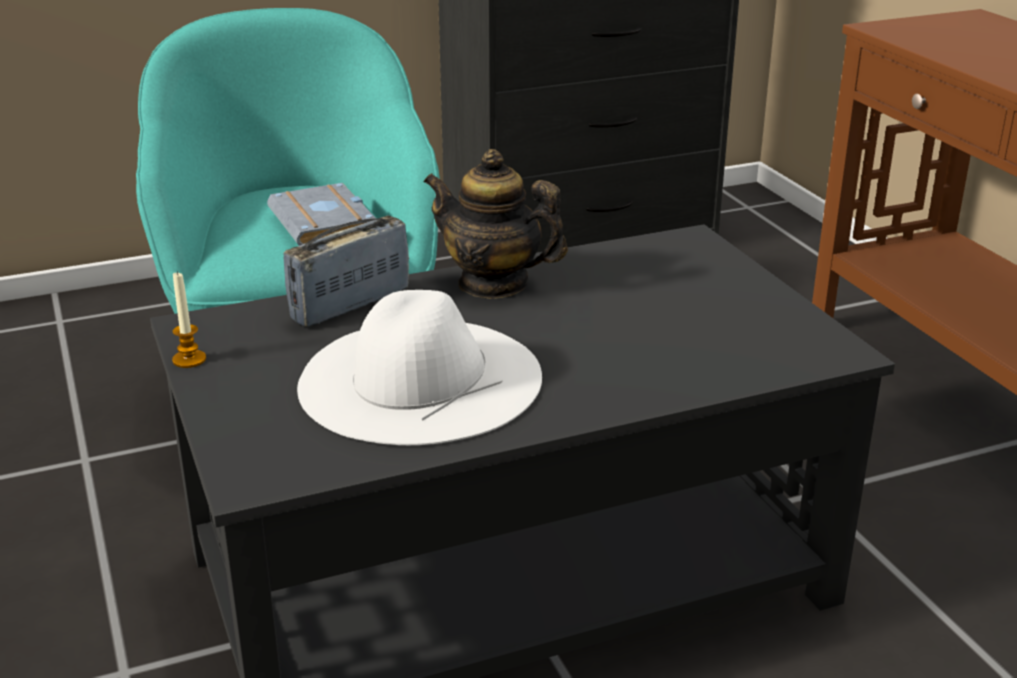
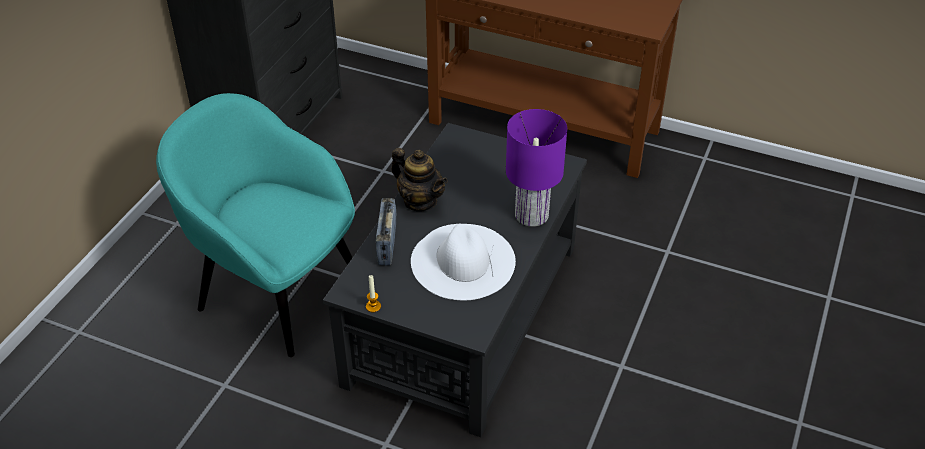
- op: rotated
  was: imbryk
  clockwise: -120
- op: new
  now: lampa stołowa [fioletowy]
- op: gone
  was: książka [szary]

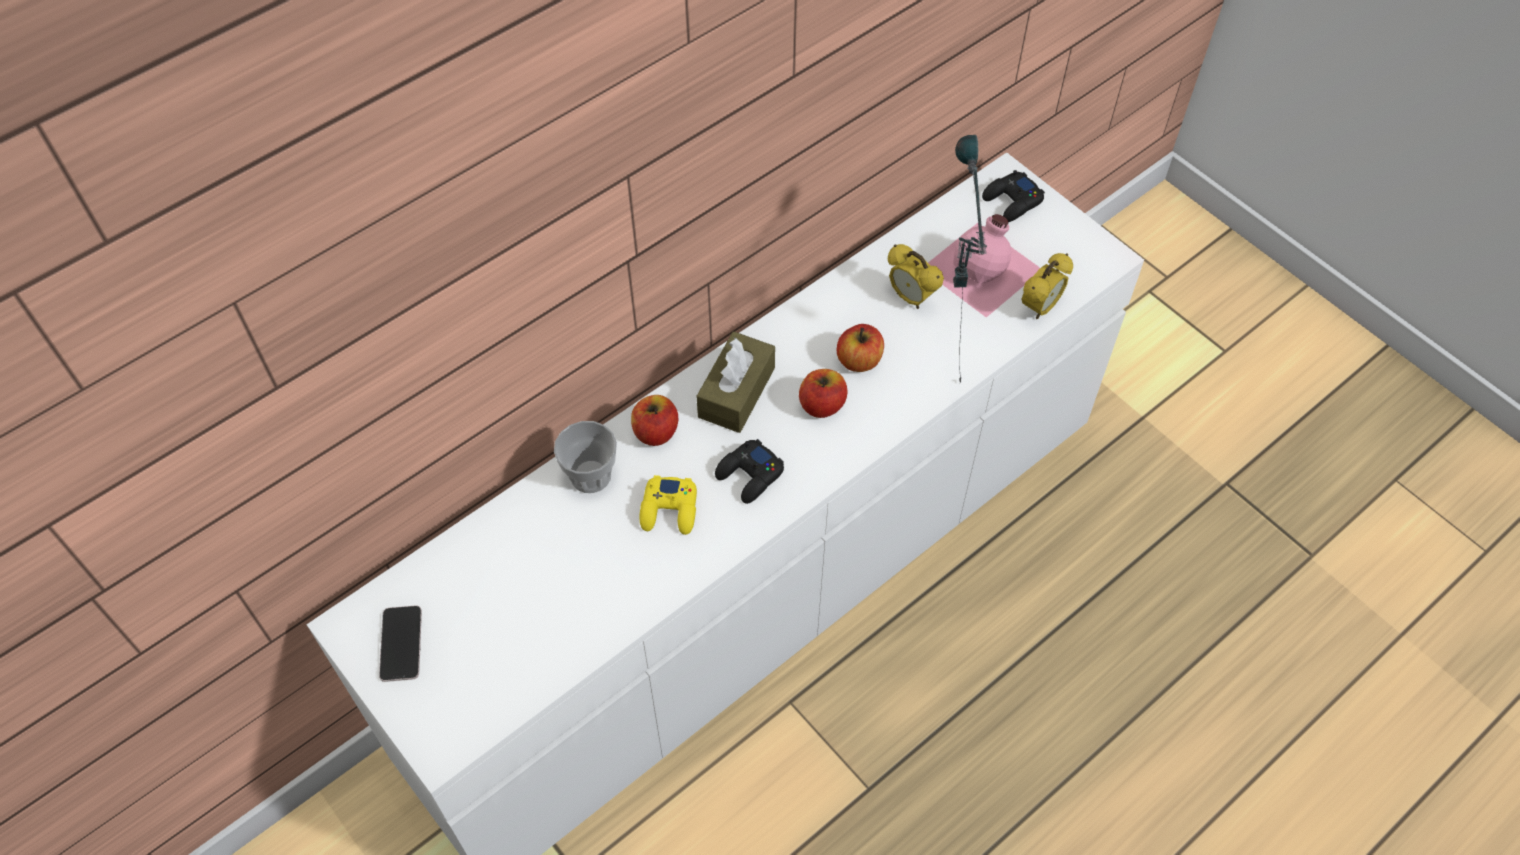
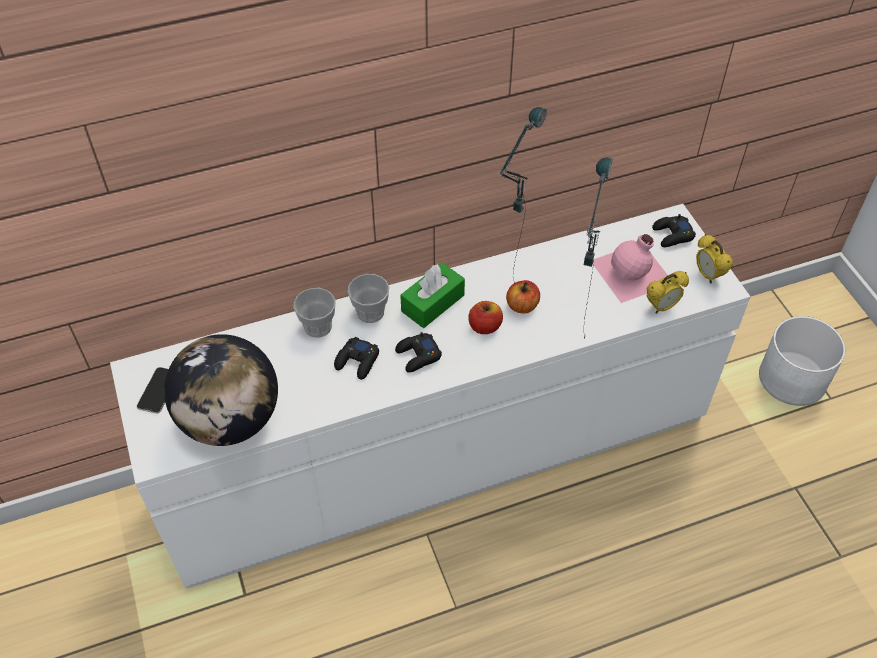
- op: new
  now: globus
- op: repainted
  was: pad do gier [żółty]
  now: pad do gier [czarny] (no. 1 from left)
- op: swapped
  was: jabłko (no. 1 from left)
  now: filiżanka (no. 2 from left)
- op: repainted
  was: pudełko chusteczek [brązowy]
  now: pudełko chusteczek [zielony]
- op: new
  now: lampa stołowa (no. 1 from left)
- op: shifted
  was: budzik (no. 1 from left in the first image)
  now: budzik (no. 2 from left)
- op: new
  now: donica [biały]

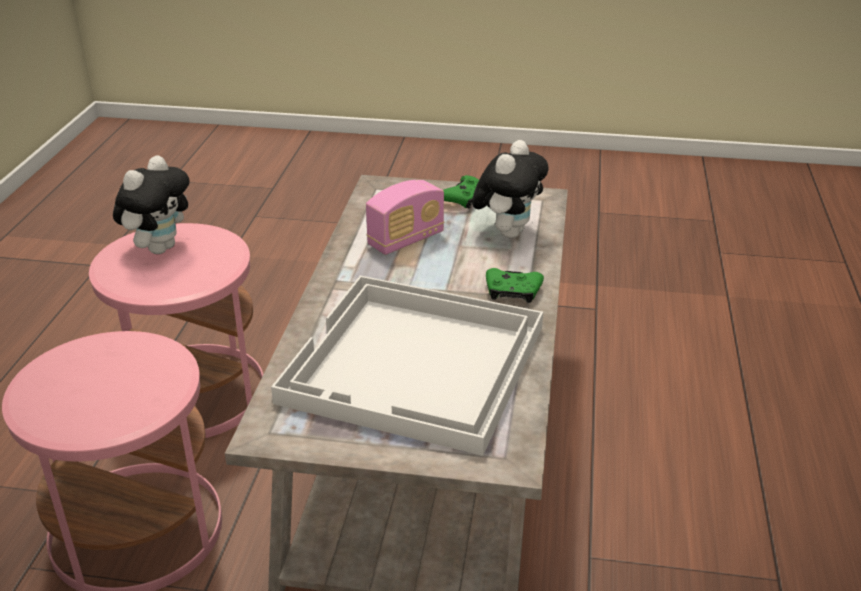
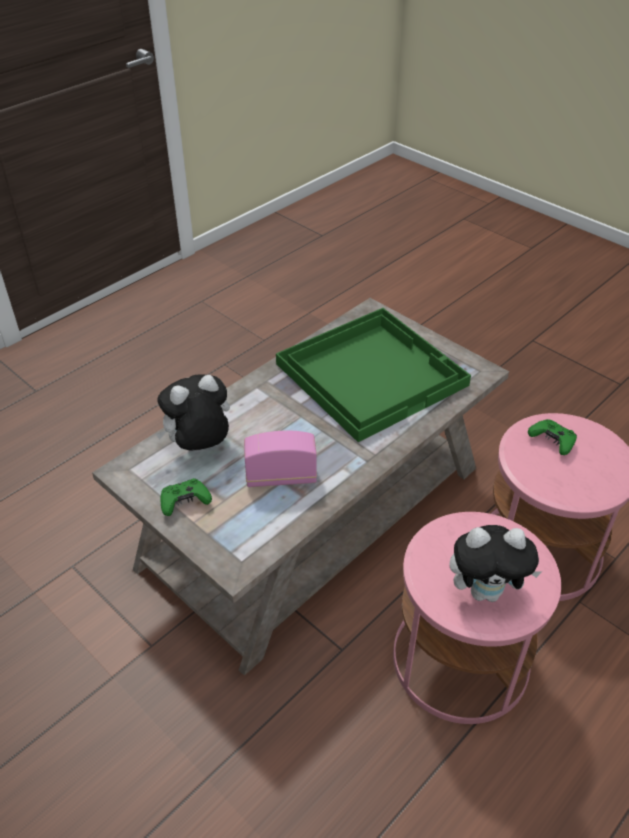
- op: repainted
  was: taca [biały]
  now: taca [zielony]
- op: rotated
  was: pluszak (no. 1 from left in the first image)
  clockwise: -150
- op: shifted
  was: pad do gier [zielony] (no. 2 from left)

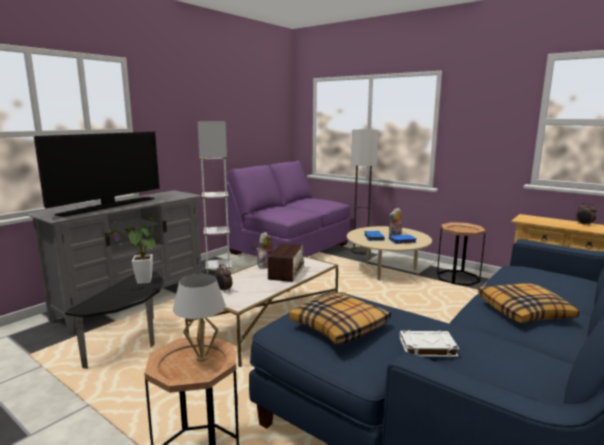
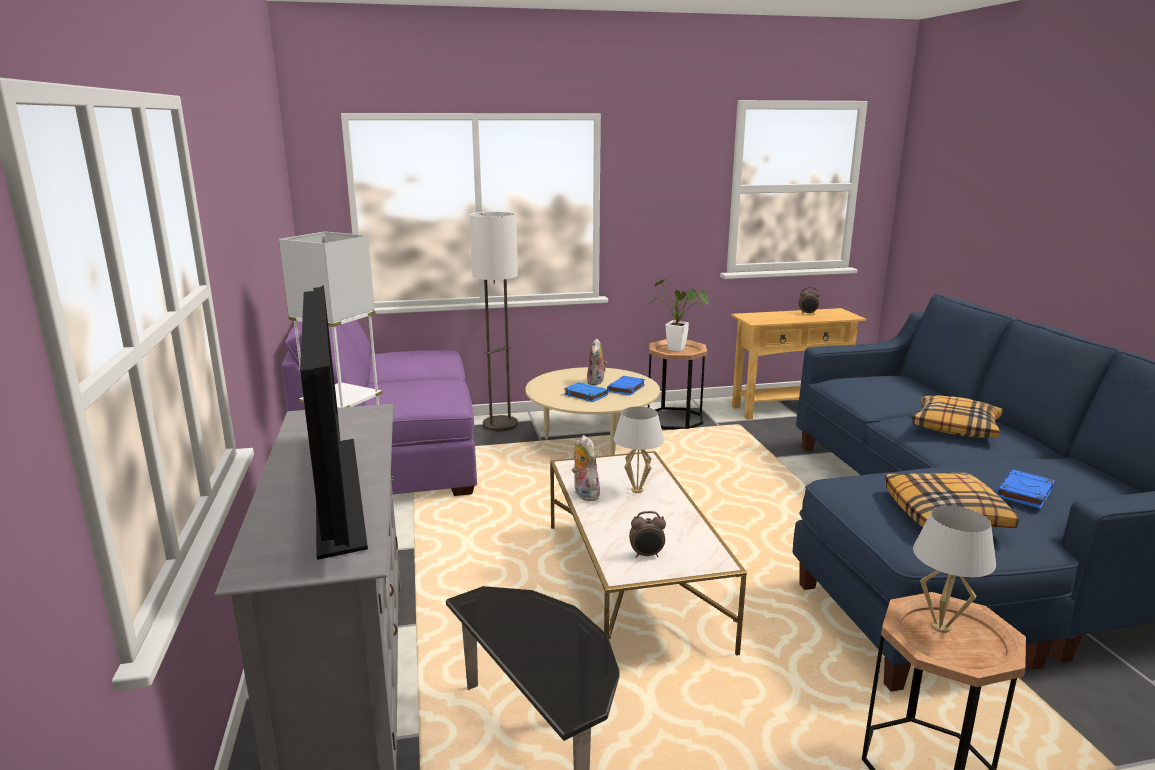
- op: swapped
  was: radio
  now: lampa stołowa [biały] (no. 1 from left)
- op: shifted
  was: roślina doniczkowa
- op: repainted
  was: książka [biały]
  now: książka [niebieski] (no. 3 from left)

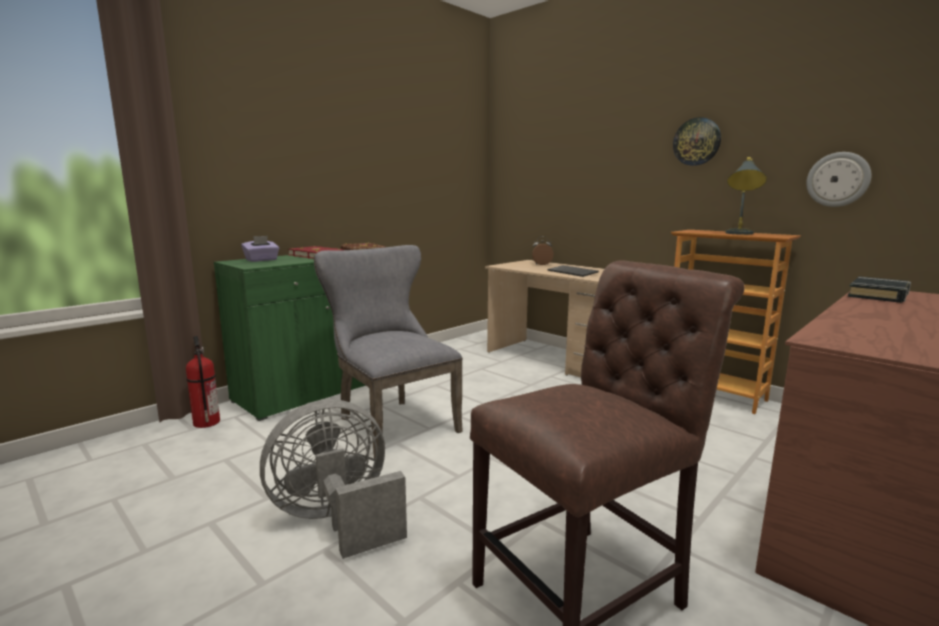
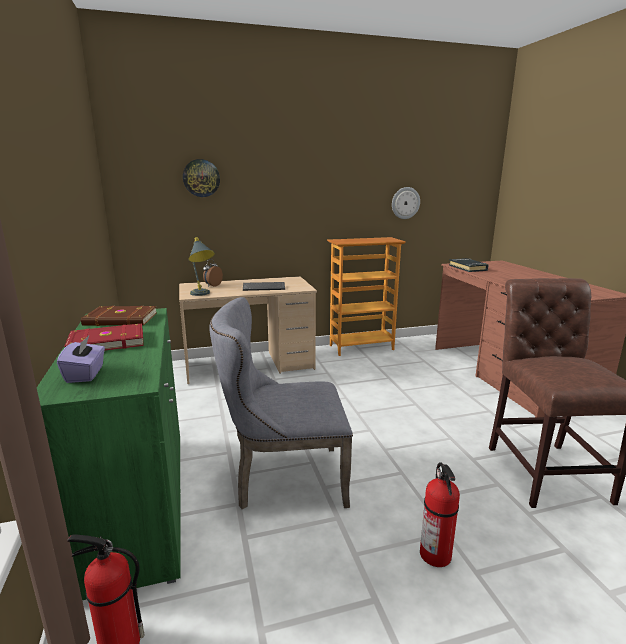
- op: shifted
  was: zegar ścienny (no. 1 from left)
- op: shifted
  was: lampa stołowa [szary]
- op: swapped
  was: wentylator [szary]
  now: gaśnica (no. 2 from left)

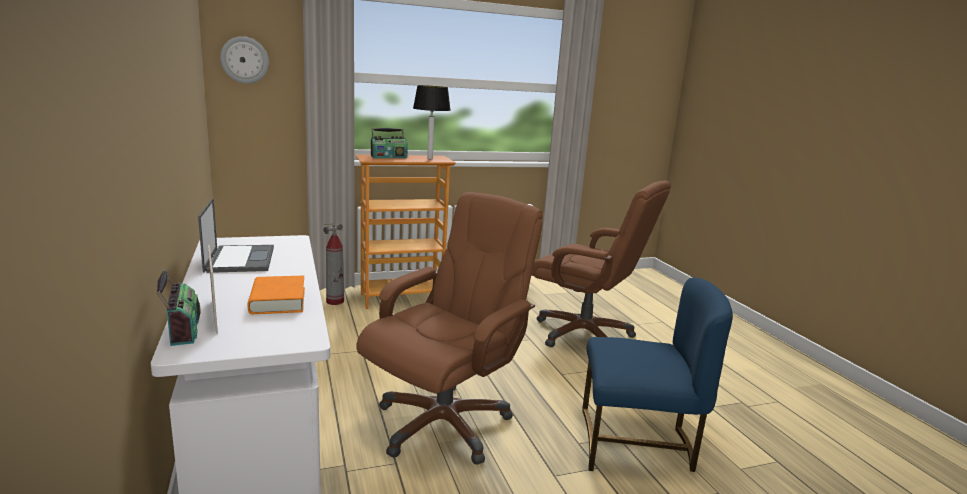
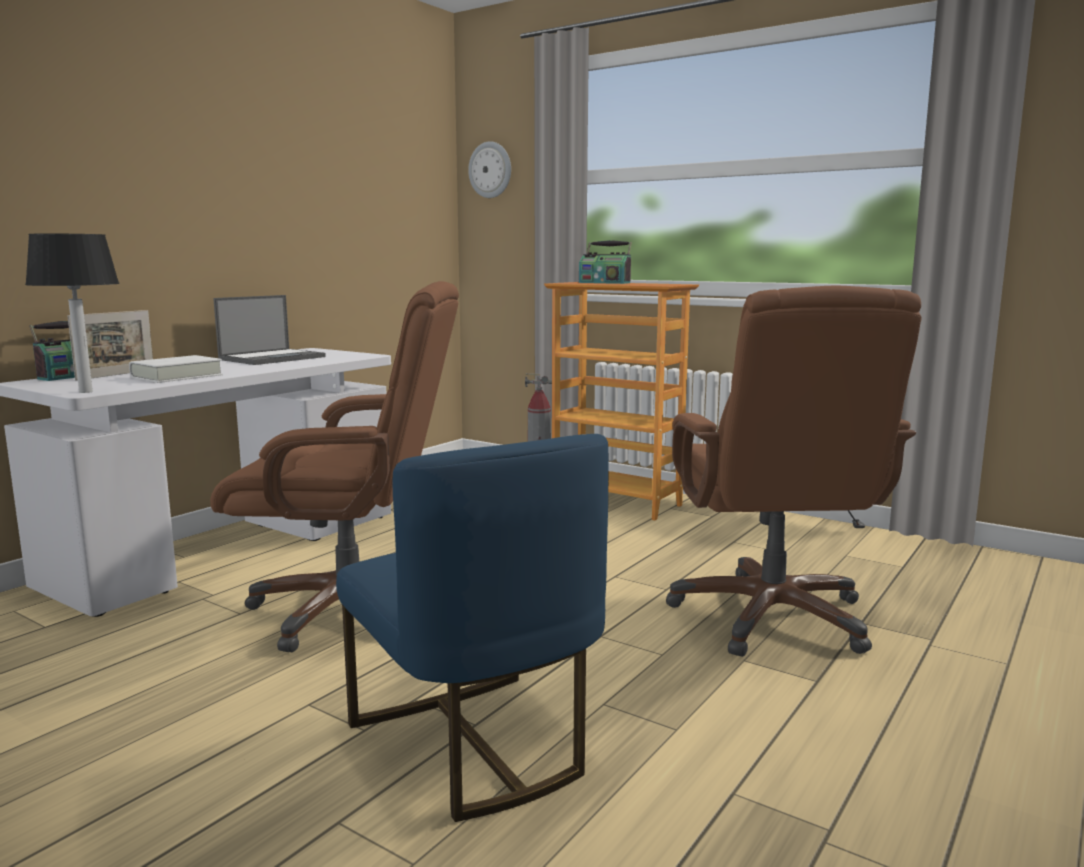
- op: shifted
  was: lampa stołowa
- op: repainted
  was: książka [pomarańczowy]
  now: książka [biały]

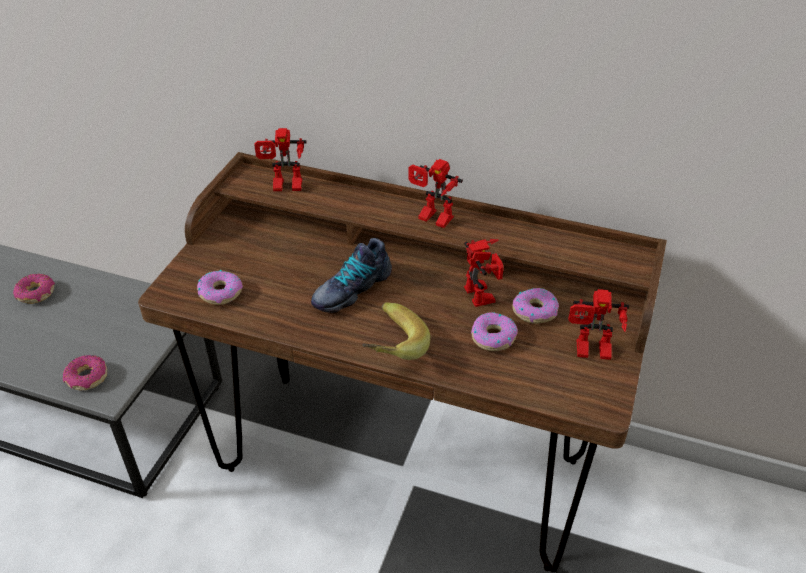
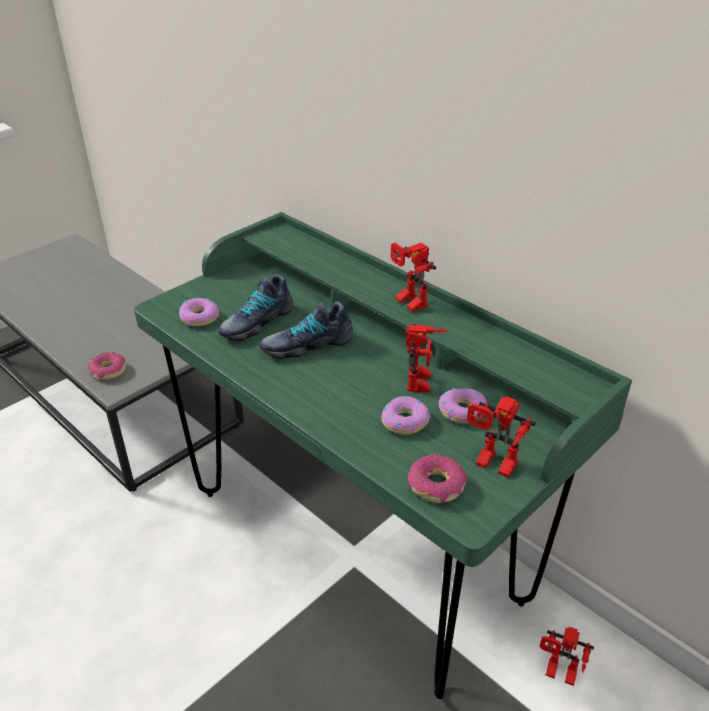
- op: repainted
  was: biurko [brązowy]
  now: biurko [zielony]
- op: new
  now: but (no. 1 from left)
- op: shifted
  was: donut (no. 1 from left in the first image)
  now: donut (no. 4 from left)
- op: shifted
  was: robot zabawkowy (no. 1 from left in the first image)
  now: robot zabawkowy (no. 4 from left)
- op: gone
  was: banan

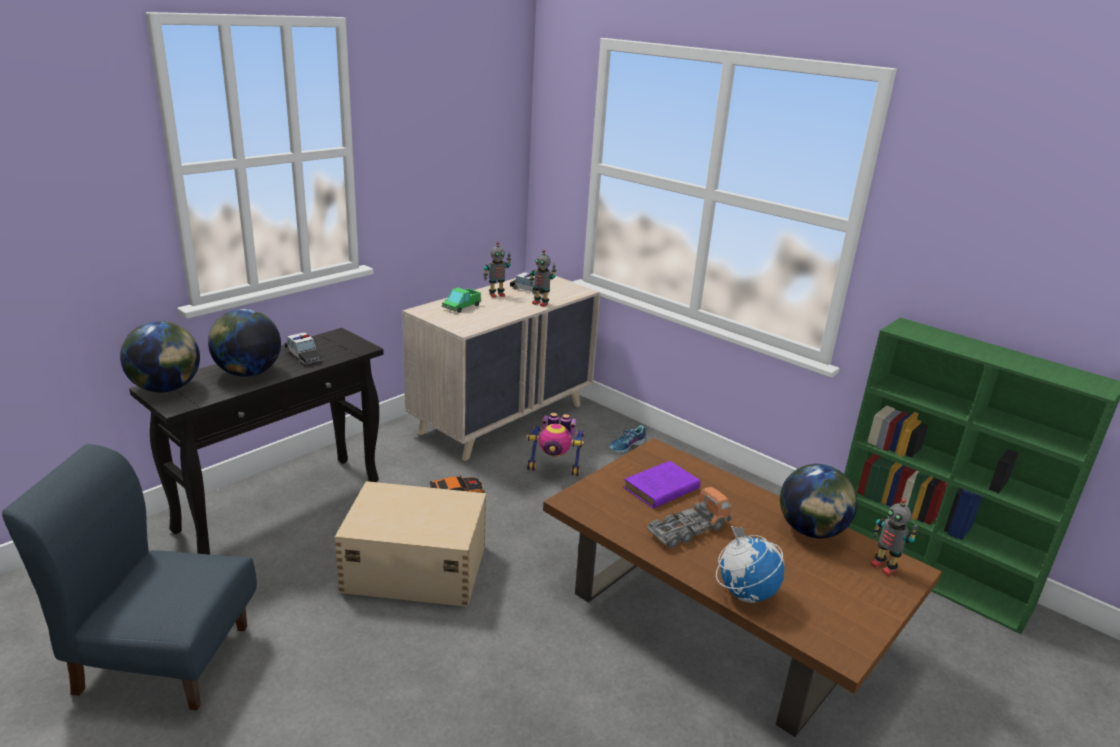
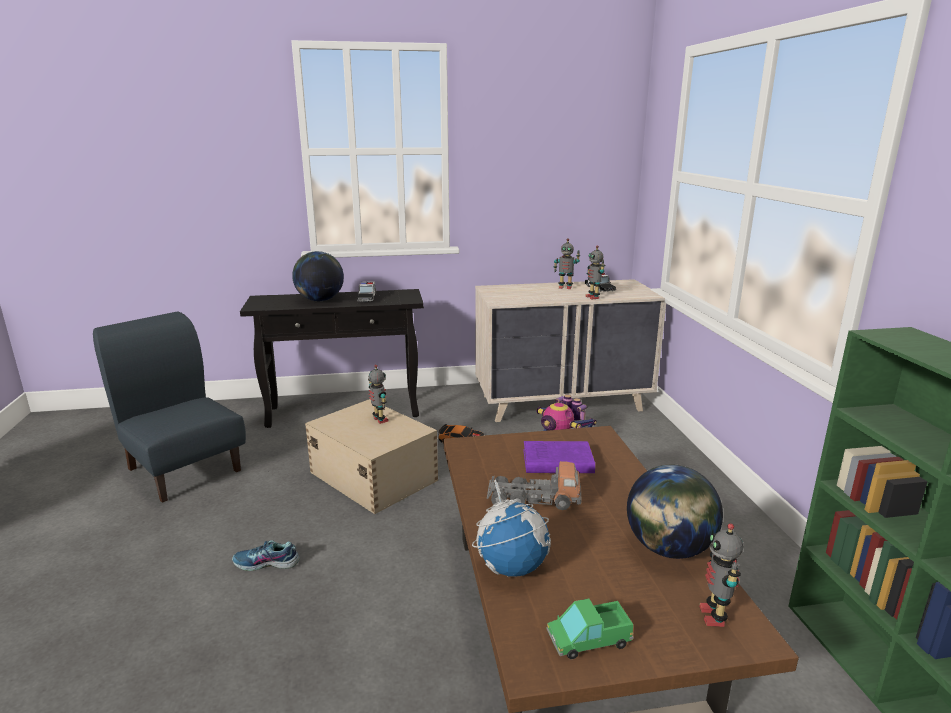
- op: shifted
  was: but
- op: new
  now: robot zabawkowy (no. 1 from left)
- op: shifted
  was: ciężarówka zabawkowa (no. 1 from left in the first image)
  now: ciężarówka zabawkowa (no. 2 from left)
- op: gone
  was: globus (no. 1 from left)

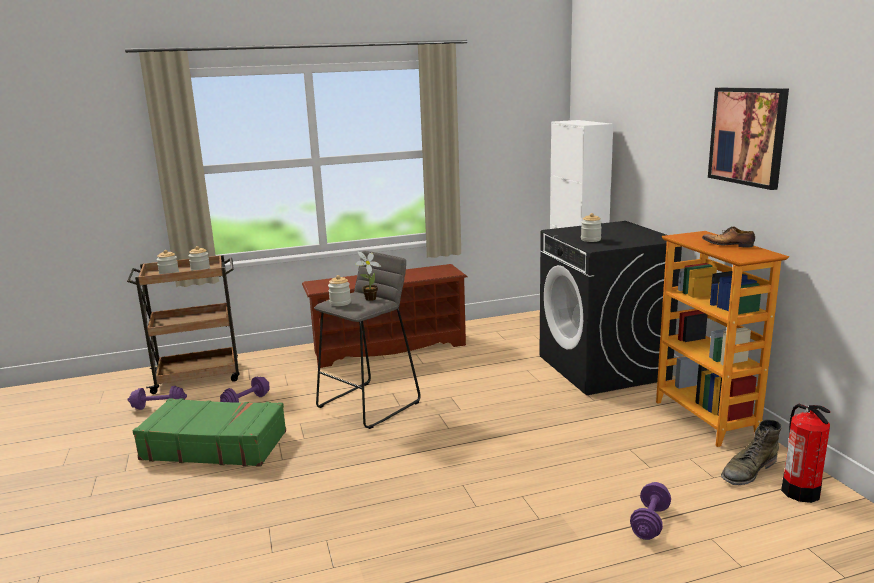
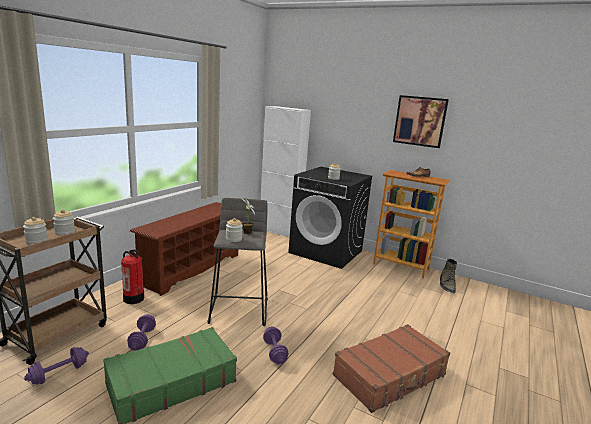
- op: shifted
  was: gaśnica
- op: shifted
  was: hantel [fioletowy] (no. 3 from left)
- op: new
  now: walizka [brązowy]

